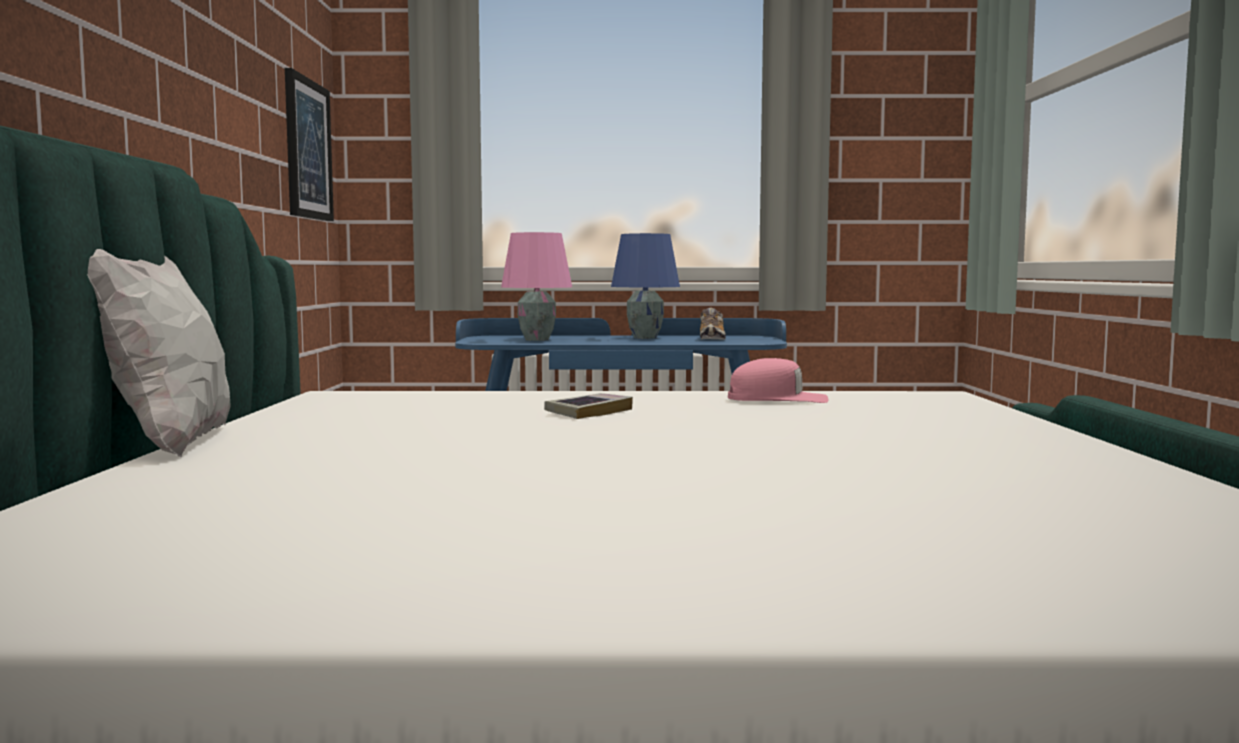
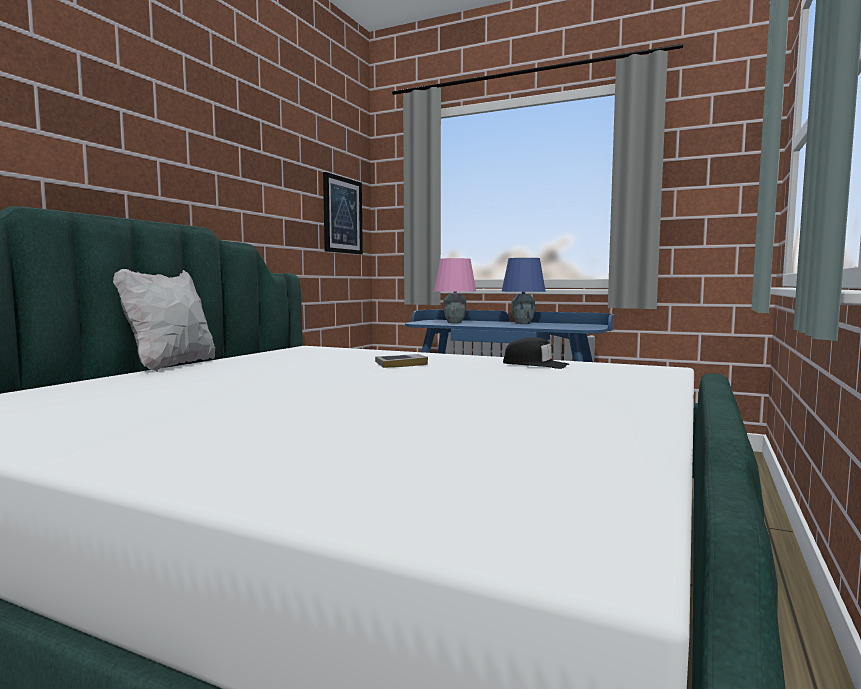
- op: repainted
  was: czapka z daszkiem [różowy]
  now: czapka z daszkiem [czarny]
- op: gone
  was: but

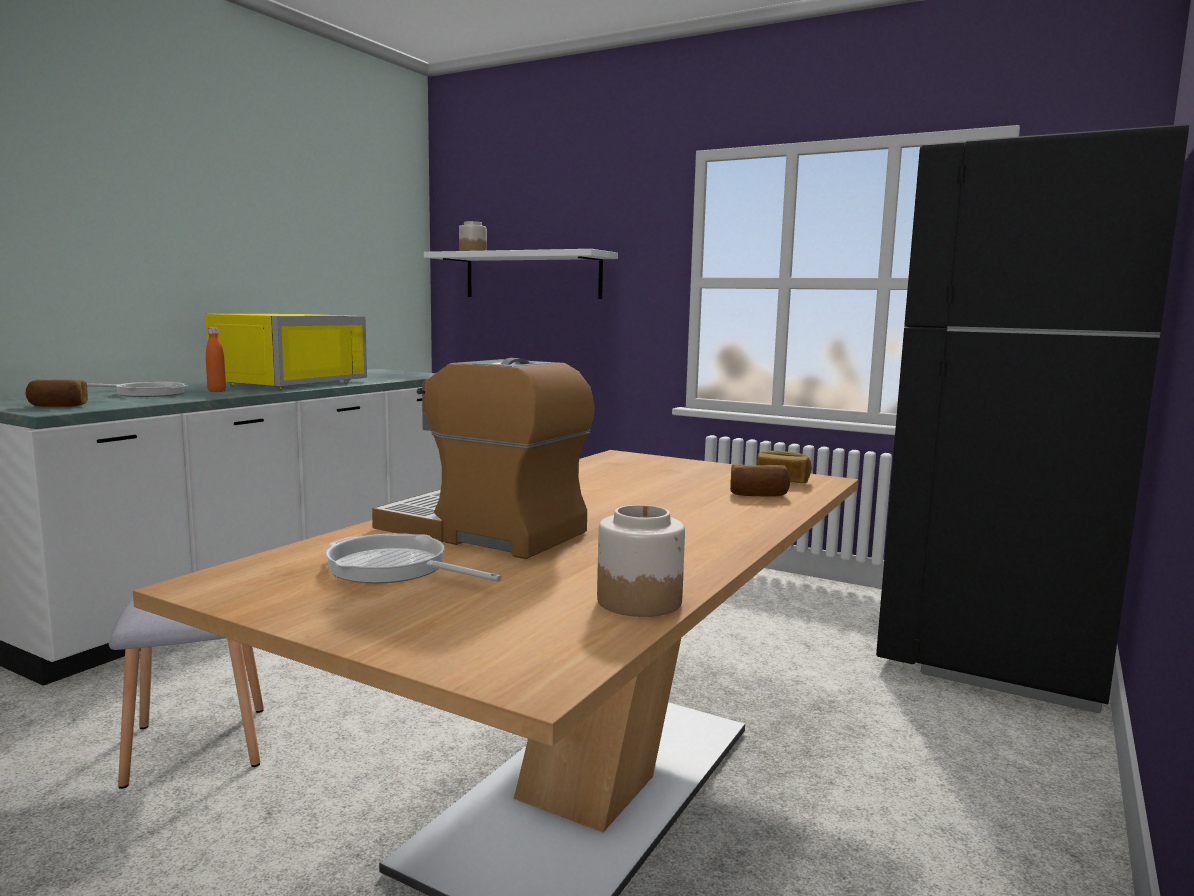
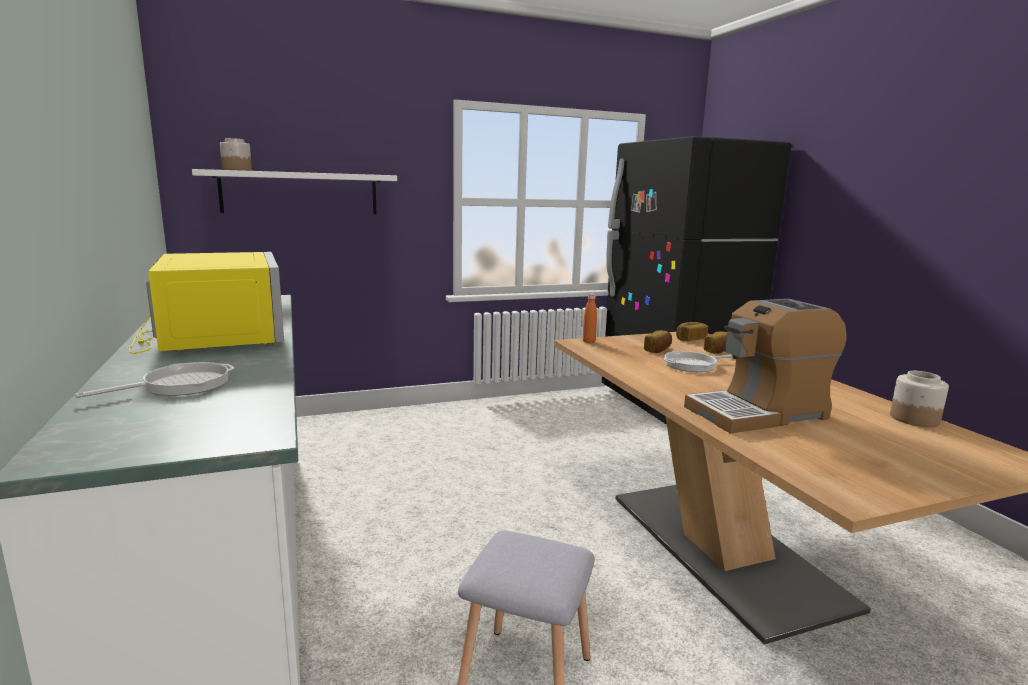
- op: shifted
  was: butelka [pomarańczowy]
- op: shifted
  was: chleb (no. 1 from left)
- op: shifted
  was: patelnia (no. 2 from left)

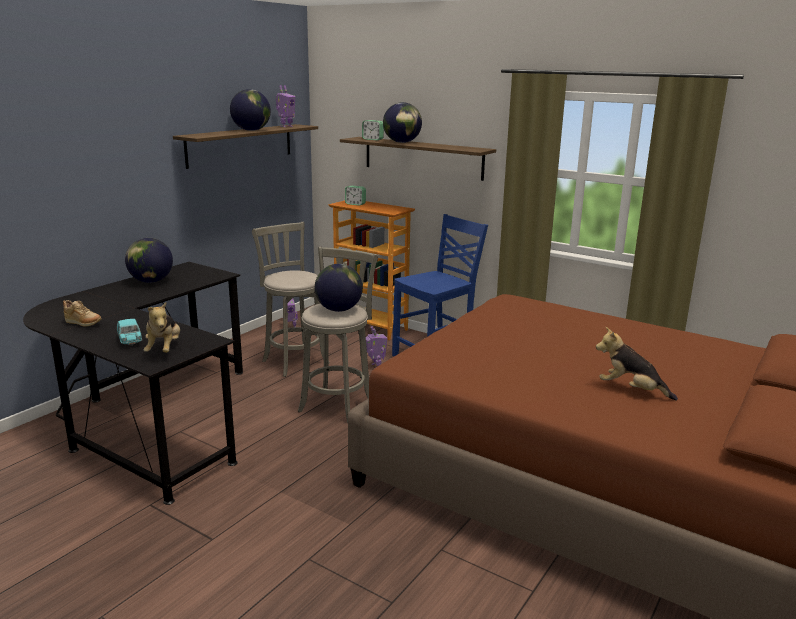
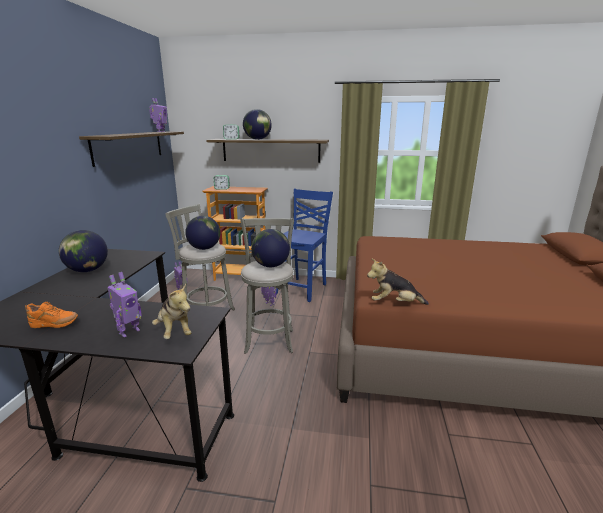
- op: repainted
  was: but [beżowy]
  now: but [pomarańczowy]
- op: swapped
  was: samochodzik [turkusowy]
  now: robot zabawkowy (no. 1 from left)
- op: shifted
  was: globus (no. 2 from left)
- op: shifted
  was: pluszak (no. 2 from left)

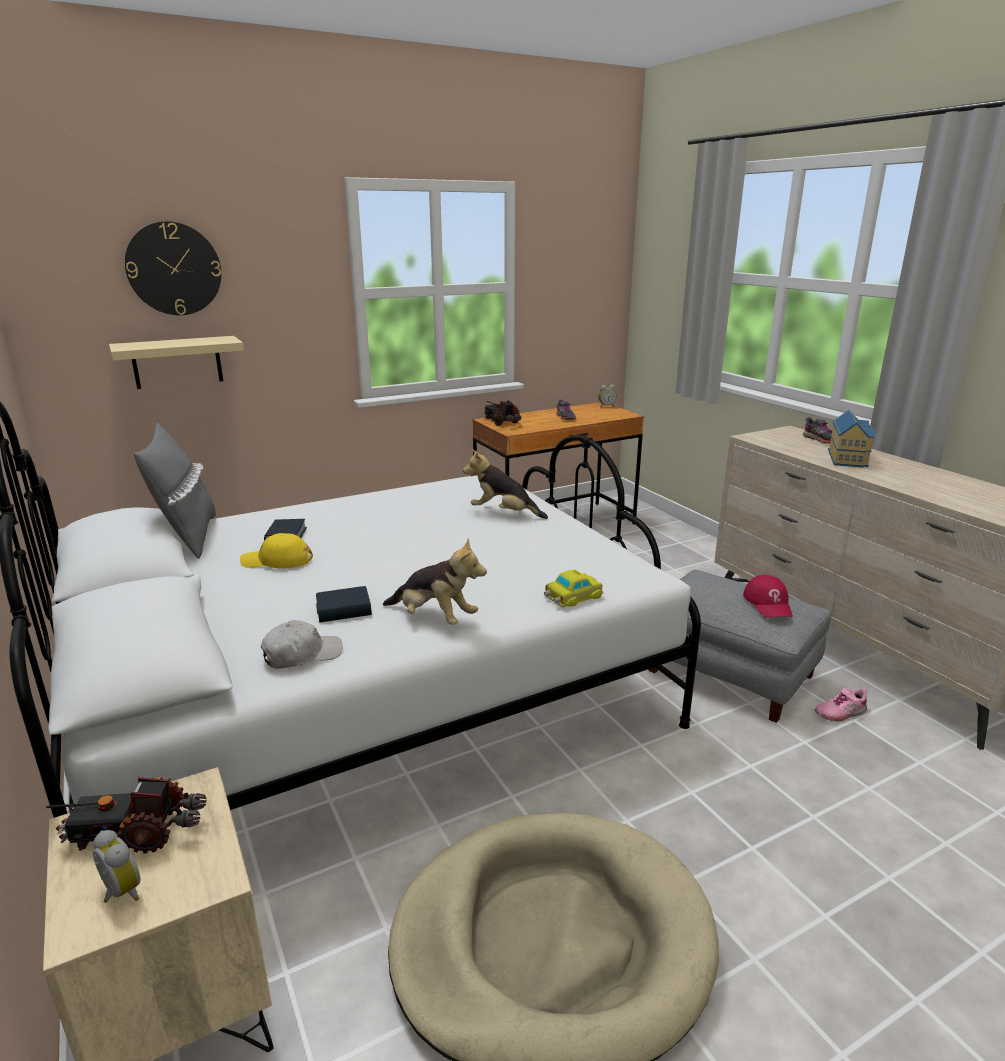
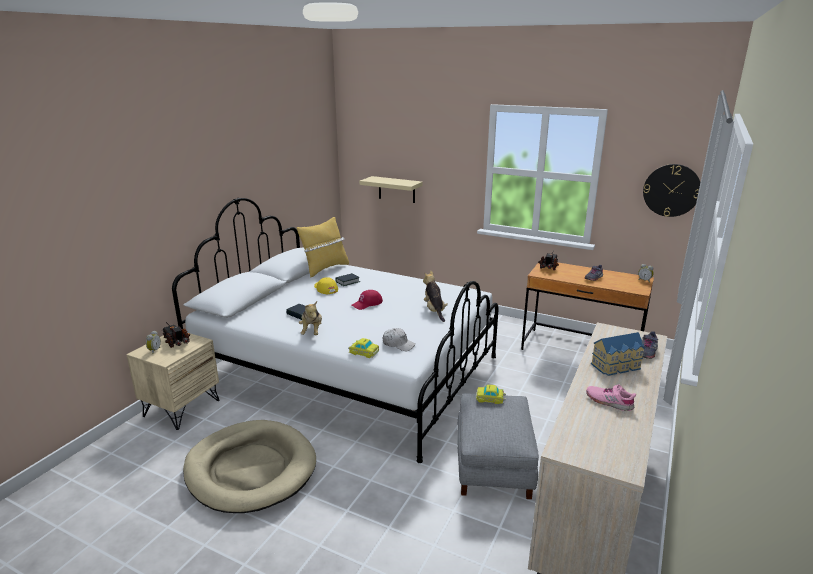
- op: repainted
  was: poduszka [szary]
  now: poduszka [żółty]
- op: shifted
  was: czapka z daszkiem [czerwony]
- op: shifted
  was: czapka z daszkiem [biały]
- op: new
  now: samochodzik (no. 2 from left)
- op: shifted
  was: but [różowy]
- op: shifted
  was: zegar ścienny

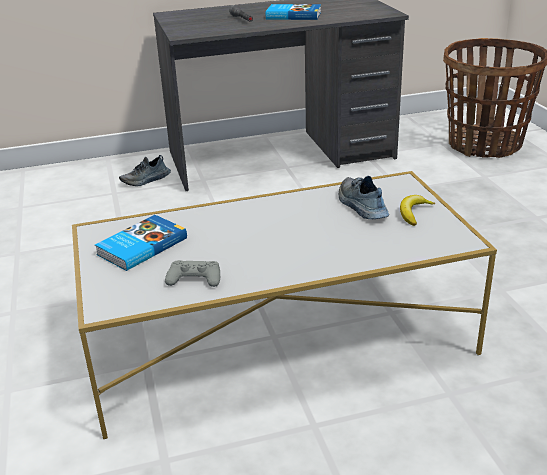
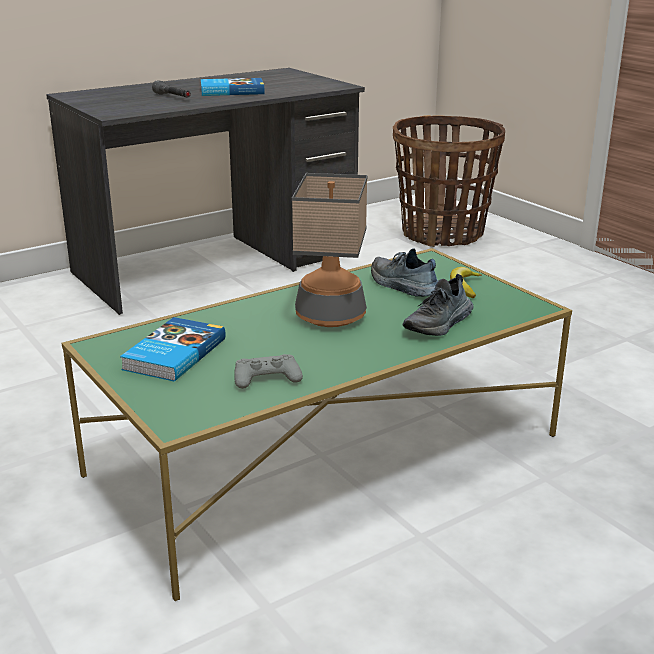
- op: repainted
  was: ława [biały]
  now: ława [zielony]
- op: new
  now: lampa stołowa
- op: shifted
  was: but (no. 1 from left in the first image)
  now: but (no. 2 from left)

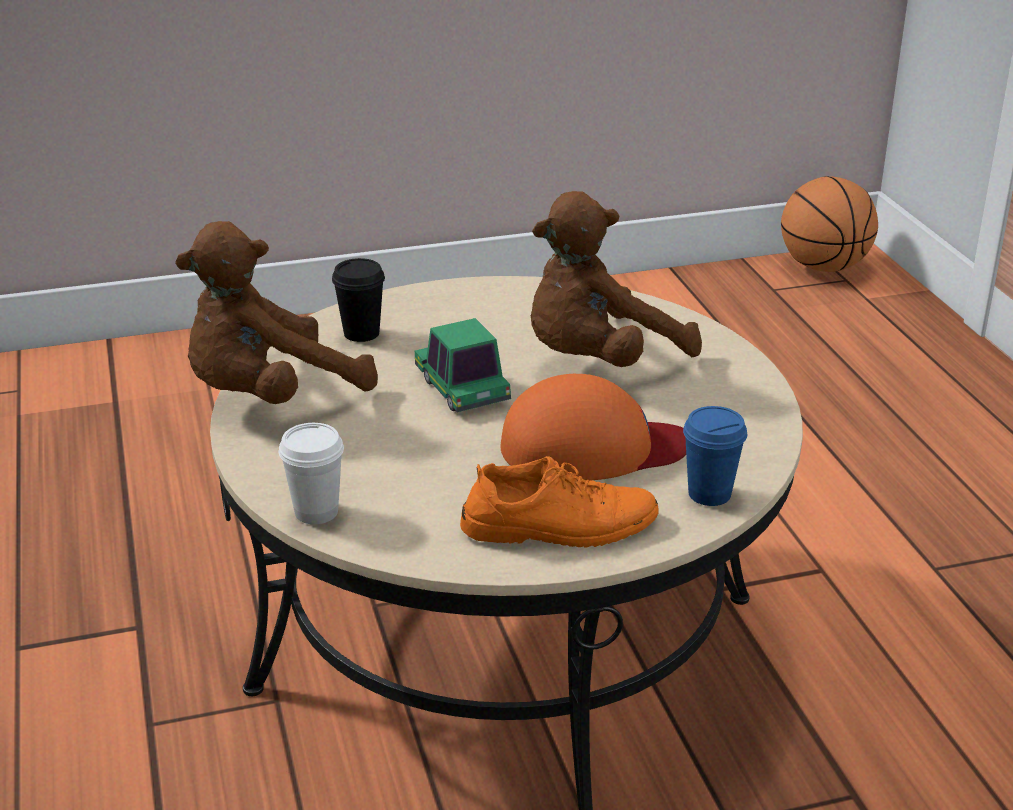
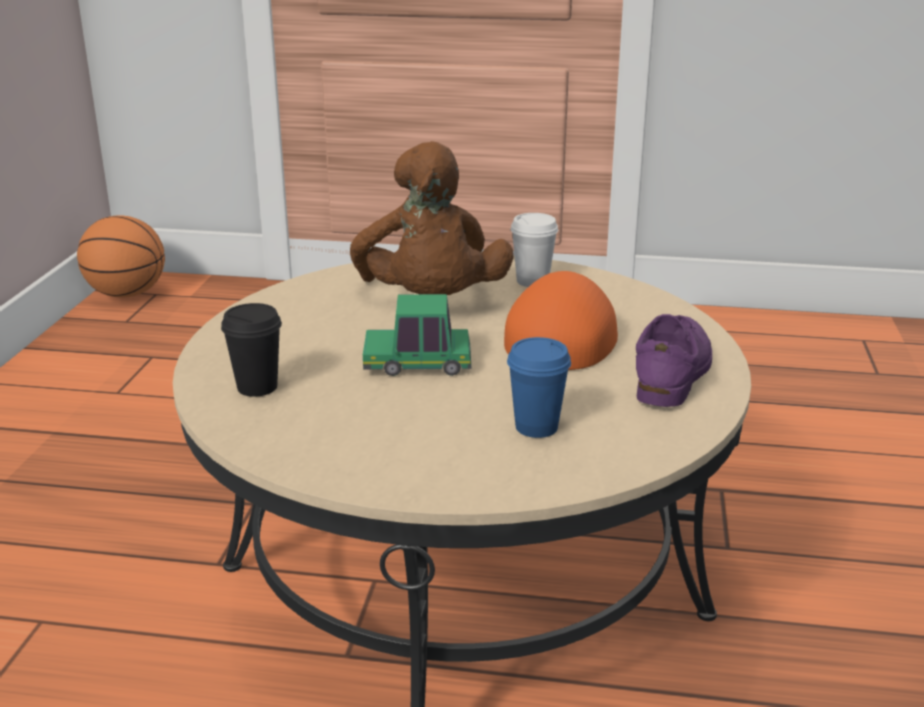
- op: shifted
  was: filiżanka [niebieski]
- op: shifted
  was: filiżanka [biały]
- op: repainted
  was: but [pomarańczowy]
  now: but [fioletowy]
- op: gone
  was: pluszak [brązowy] (no. 1 from left)

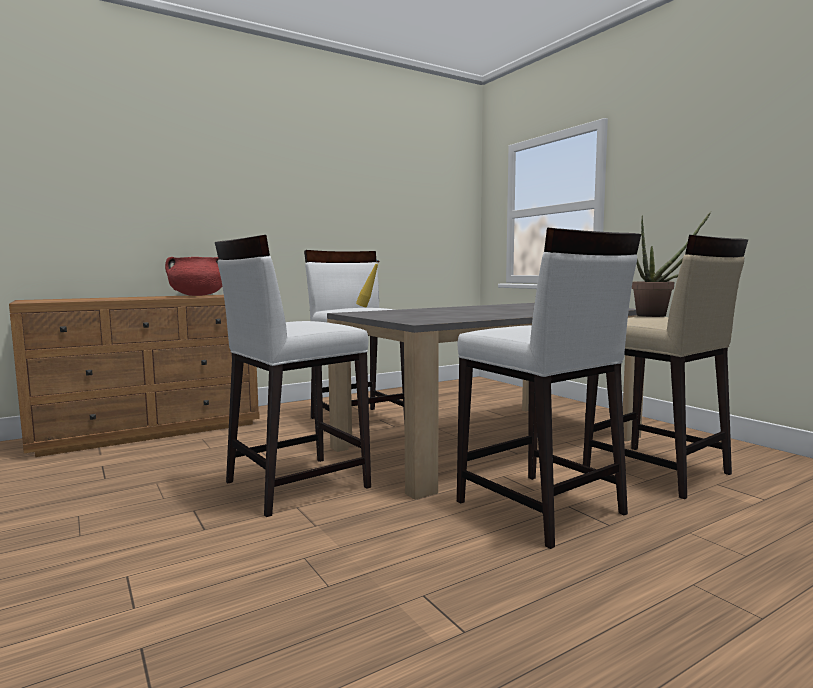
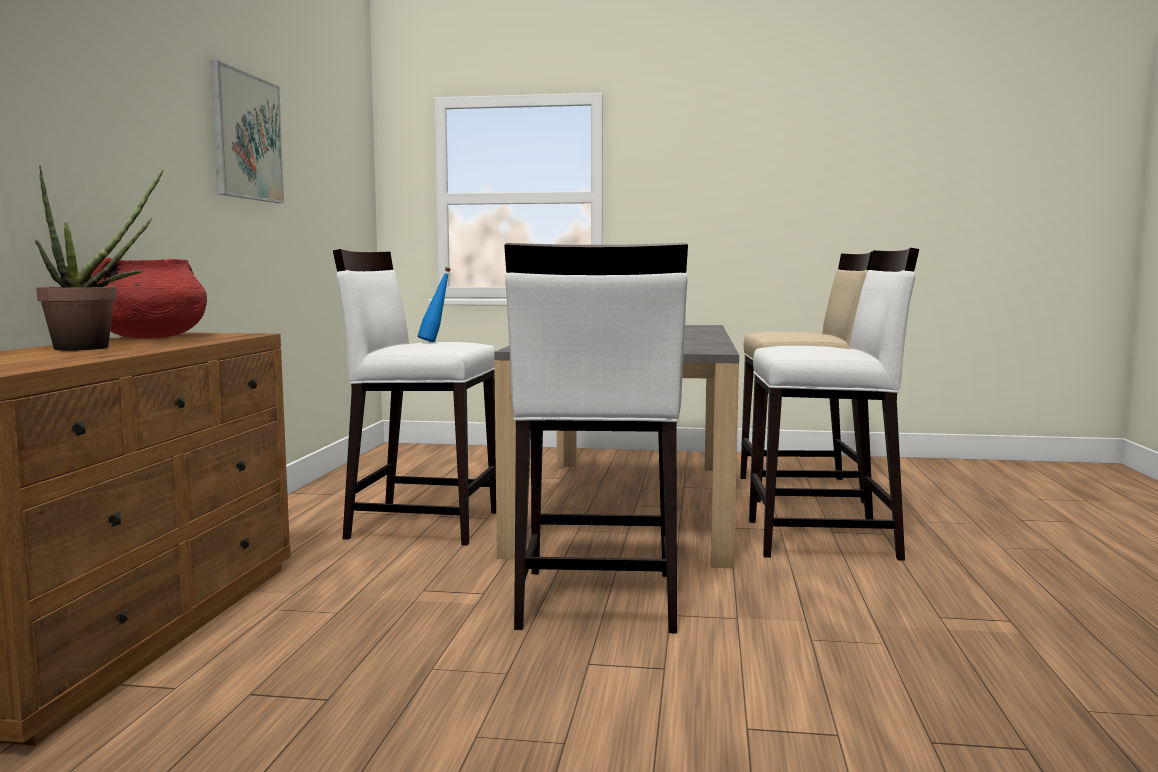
- op: shifted
  was: roślina doniczkowa
- op: new
  now: obraz
- op: repainted
  was: butelka [żółty]
  now: butelka [niebieski]

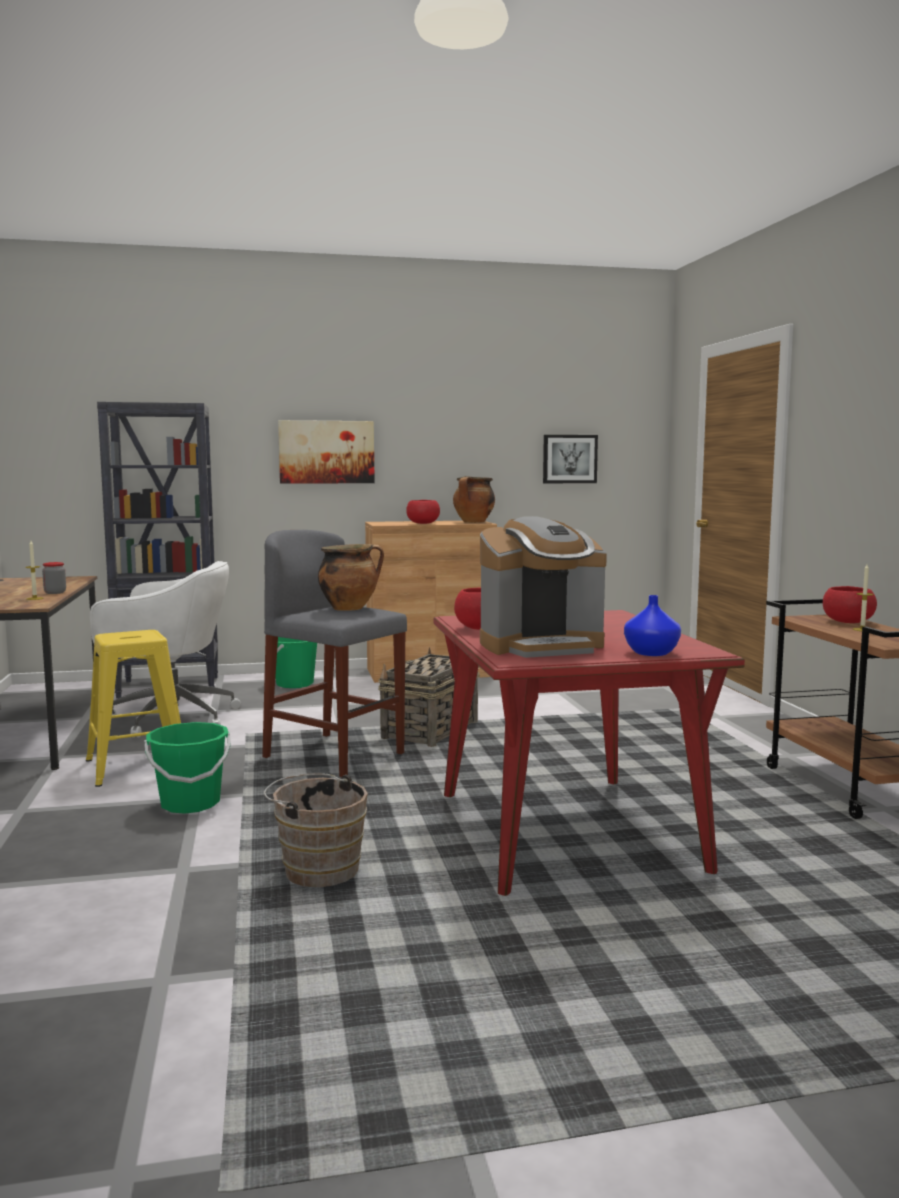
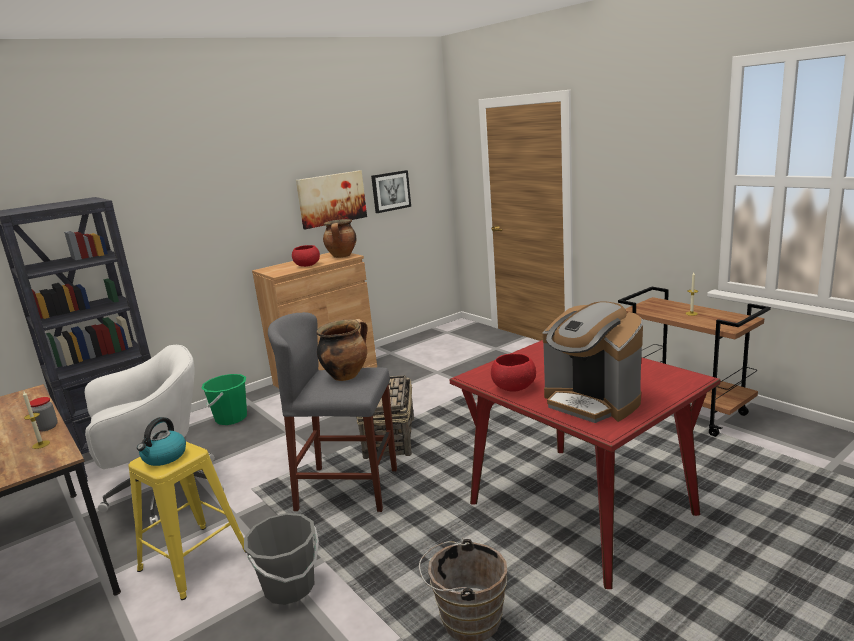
- op: new
  now: czajnik
- op: repainted
  was: wiadro [zielony] (no. 1 from left)
  now: wiadro [szary]
- op: shifted
  was: obraz (no. 1 from left)
- op: rotated
  was: ekspres do kawy
  clockwise: 90
- op: gone
  was: wazon [niebieski]
- op: gone
  was: miska [czerwony] (no. 3 from left)

